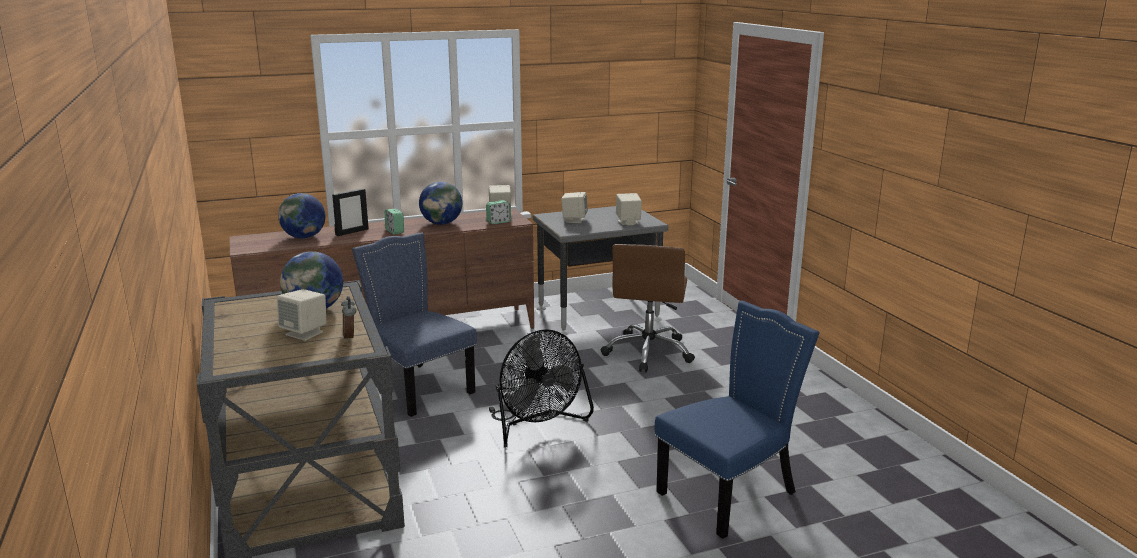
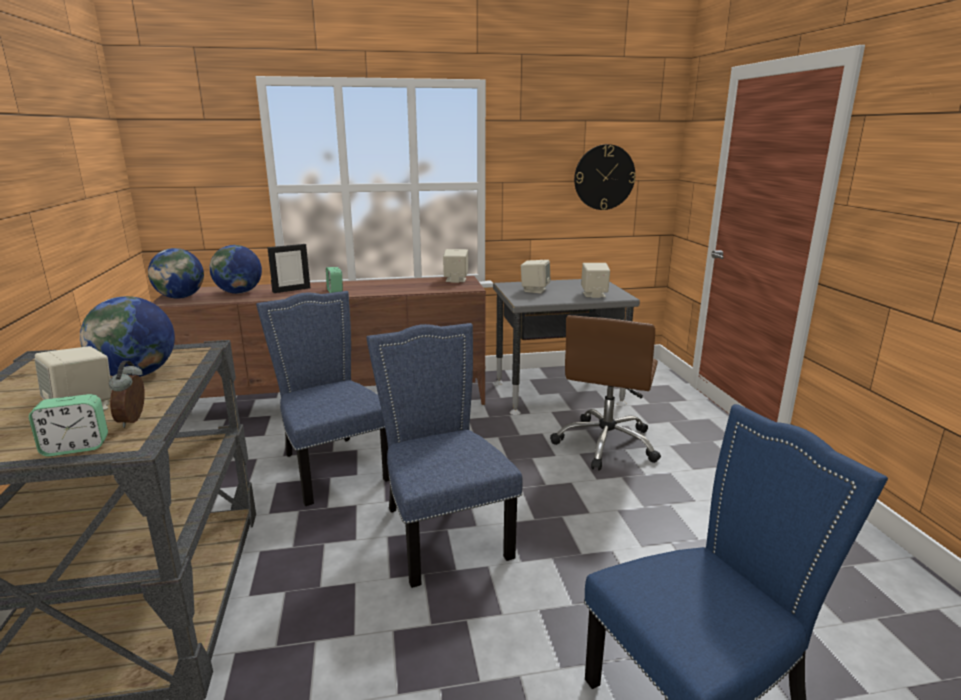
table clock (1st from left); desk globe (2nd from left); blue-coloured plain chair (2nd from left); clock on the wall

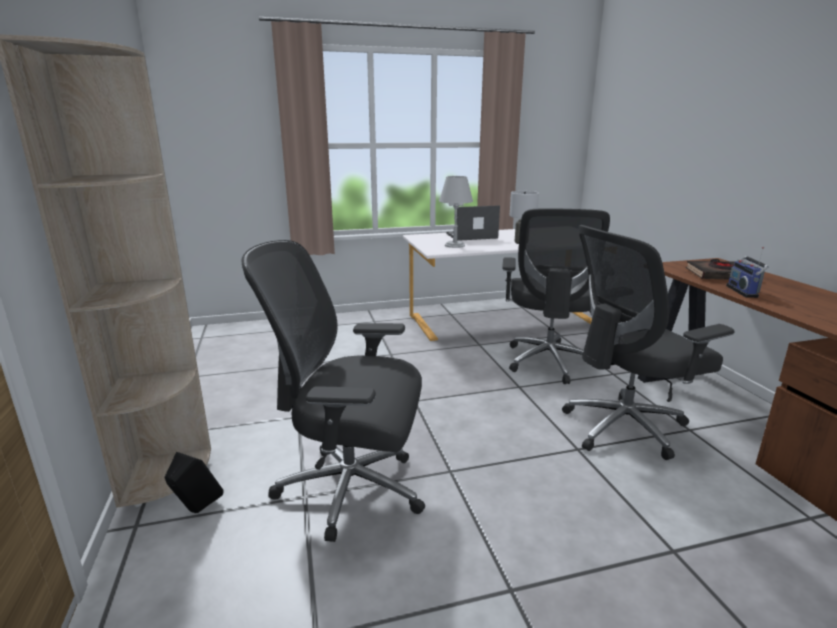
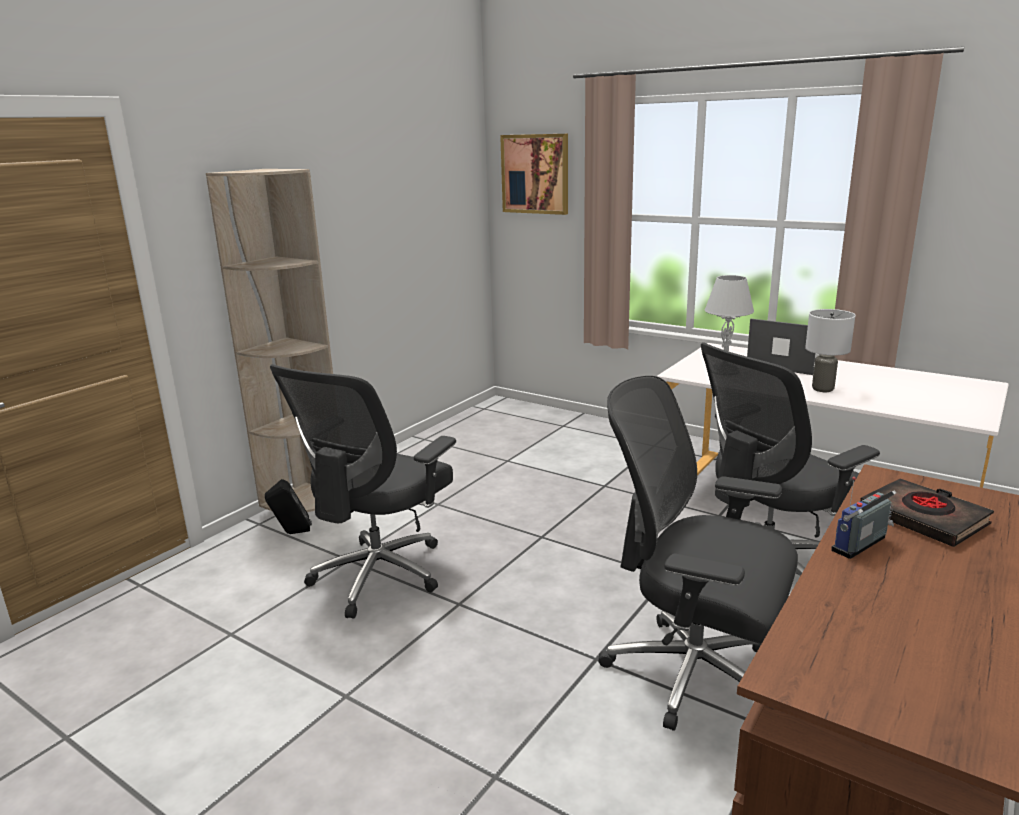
office chair (1st from left); picture

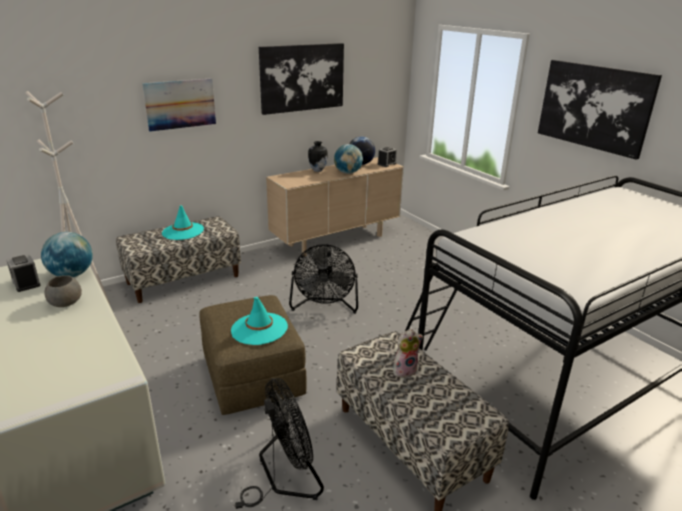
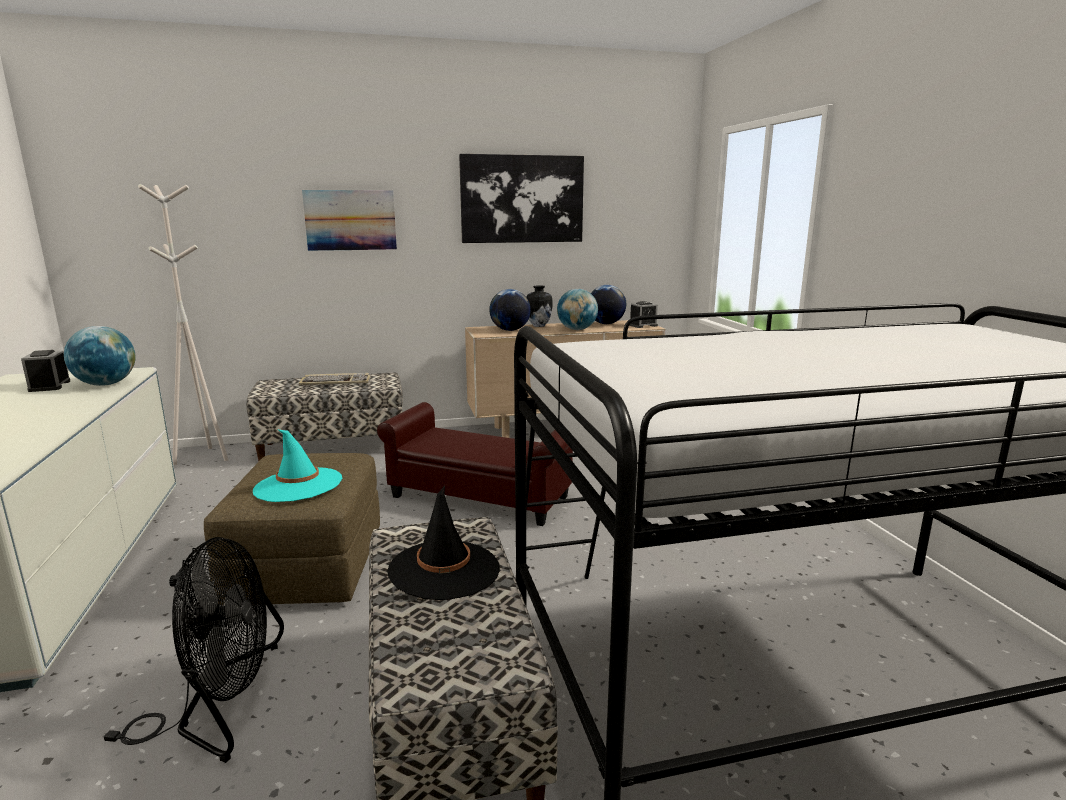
keyboard; brownish ottoman (2nd from left); blackish clothing hat; desk globe (2nd from left); gray bowl; picture (3rd from left in the first image)

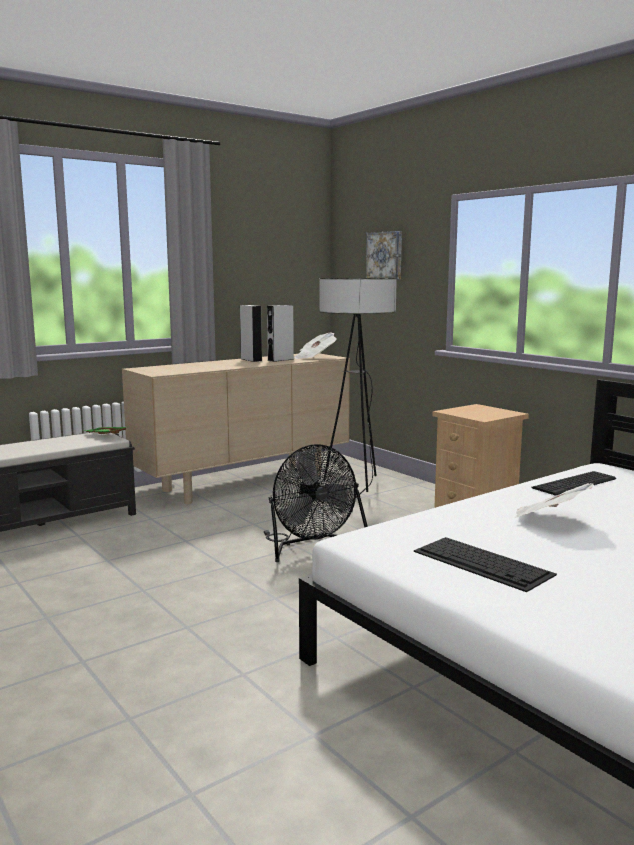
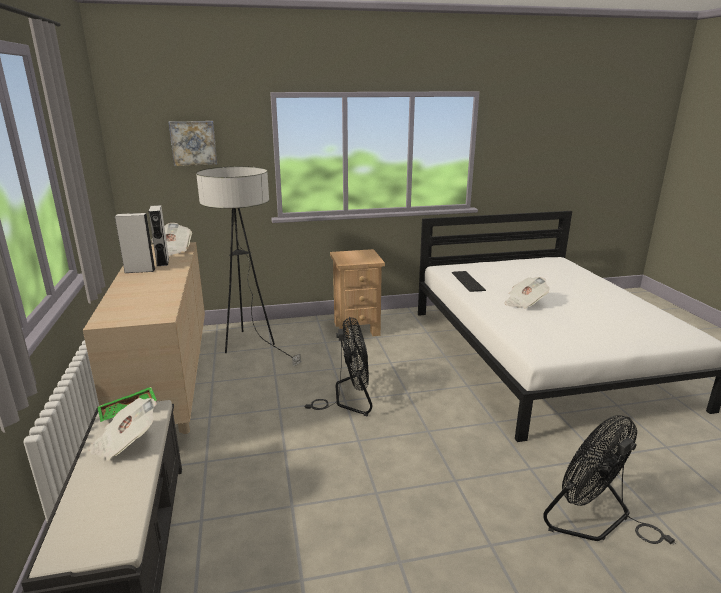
newspaper (1st from left); blackish electric fan (2nd from left); keyboard (1st from left in the first image)

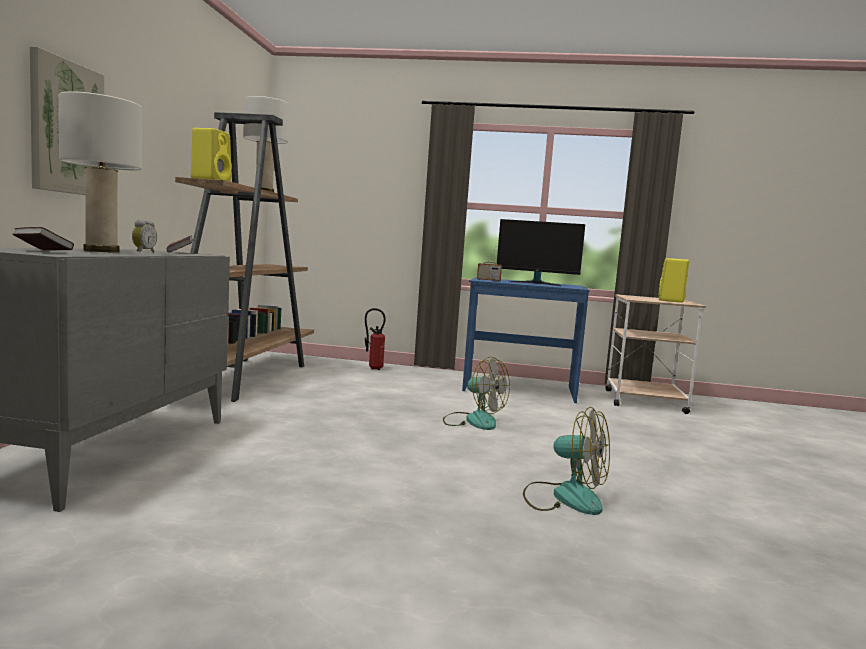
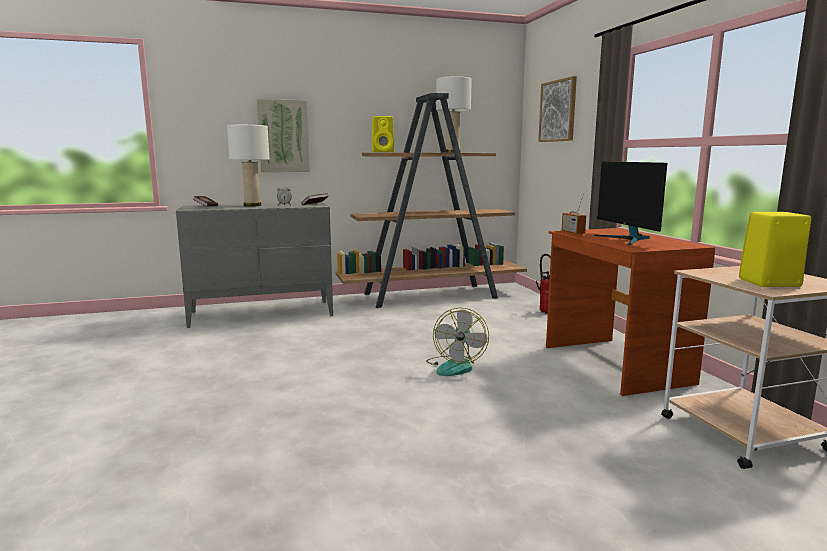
picture (2nd from left); brownish desk table; electric fan (2nd from left in the first image)

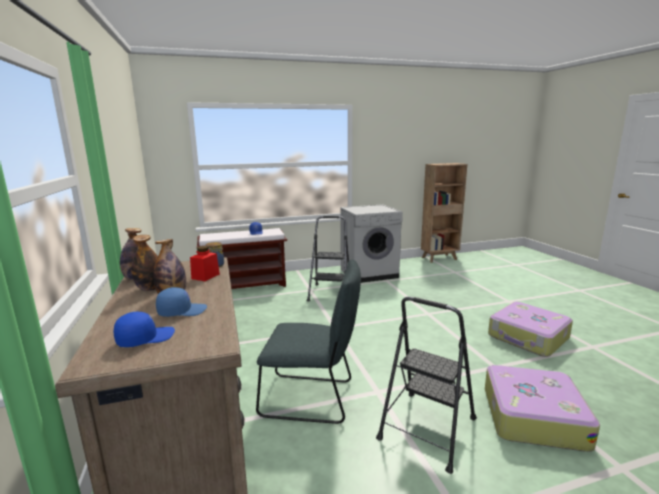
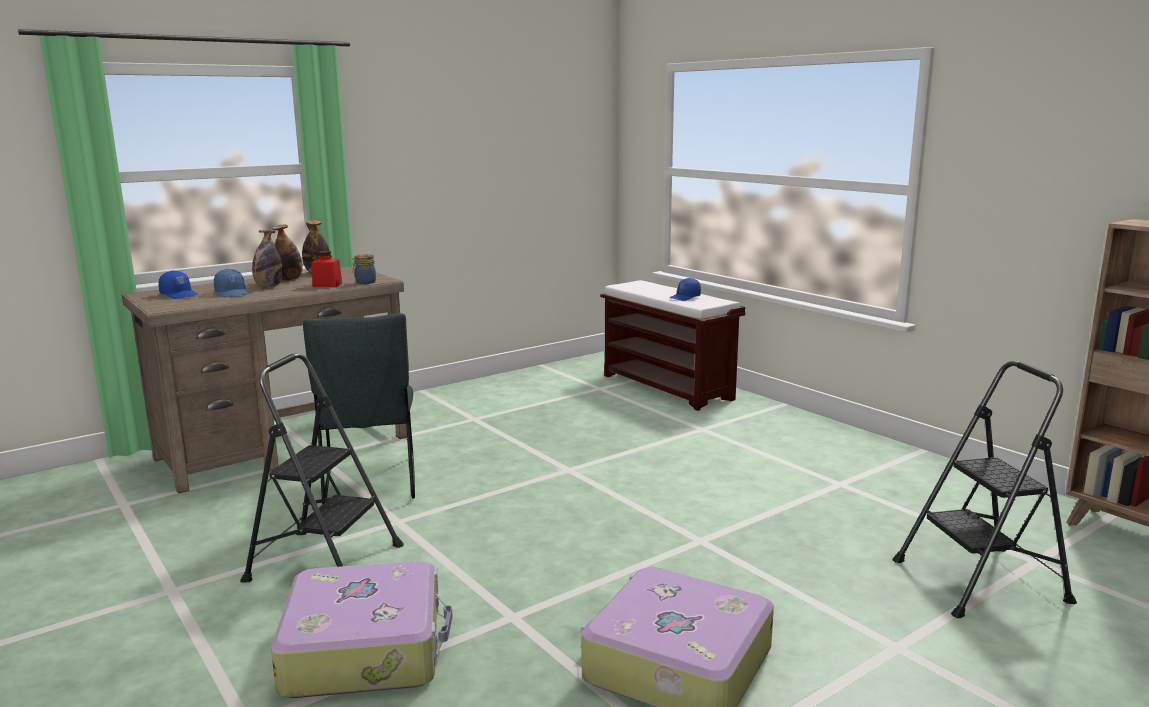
blackish step ladder (2nd from left); whitish laundry machine

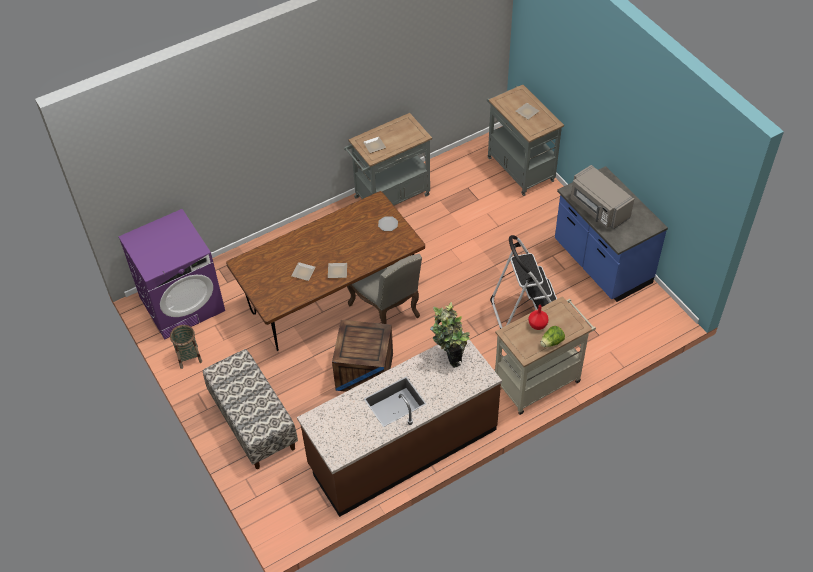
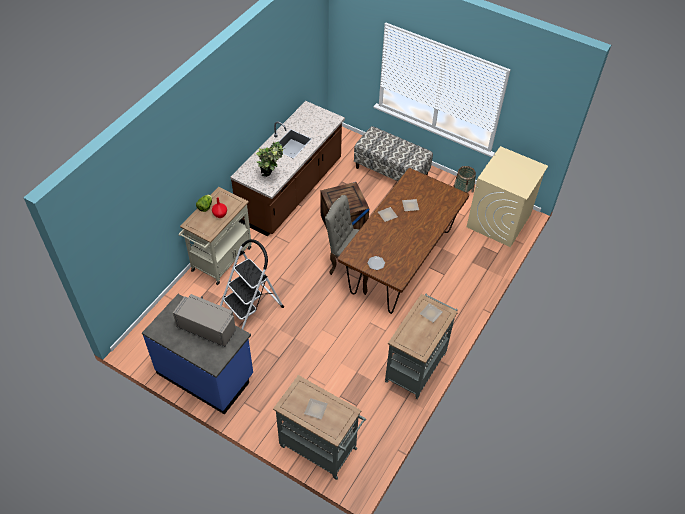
sand-coloured laundry machine

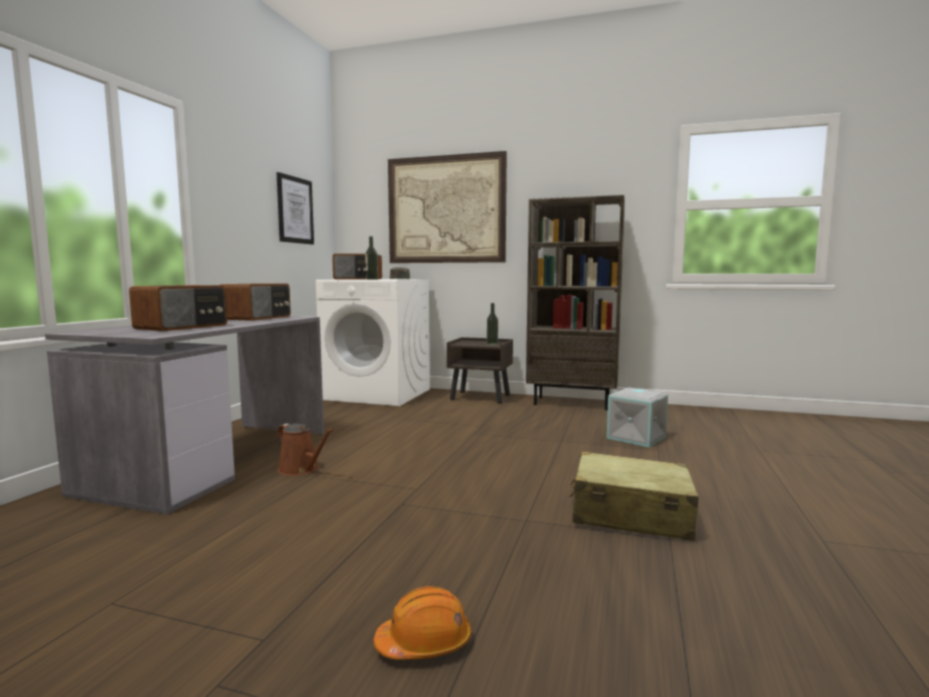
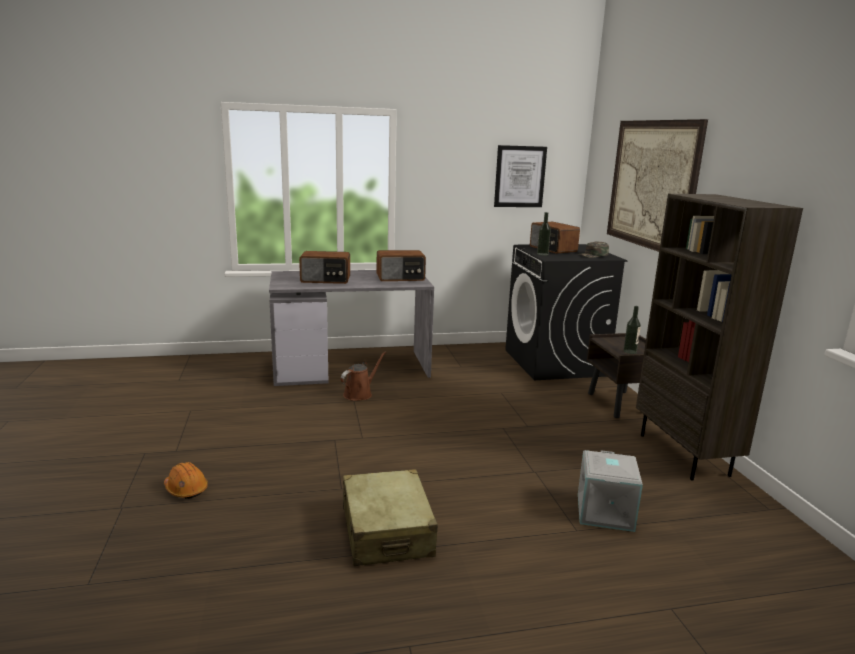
brownish watering pot; blackish laundry machine

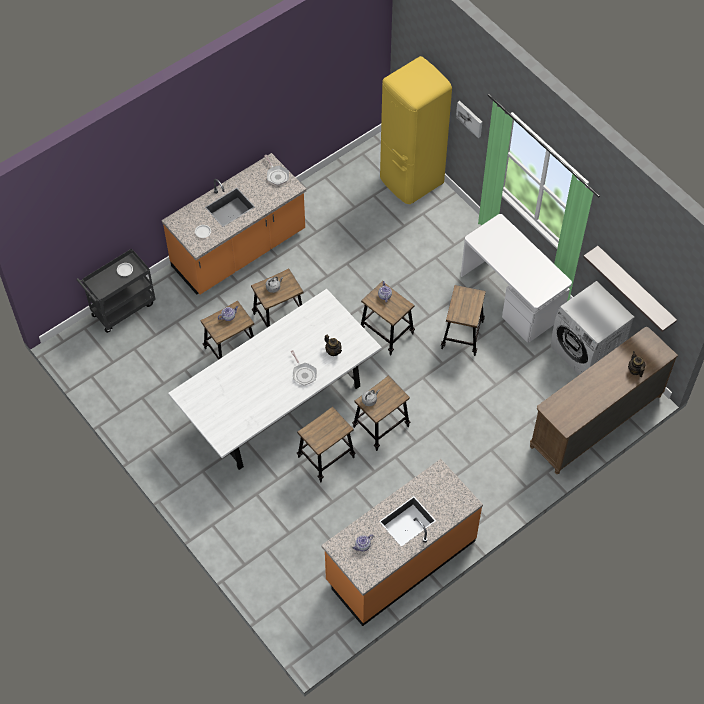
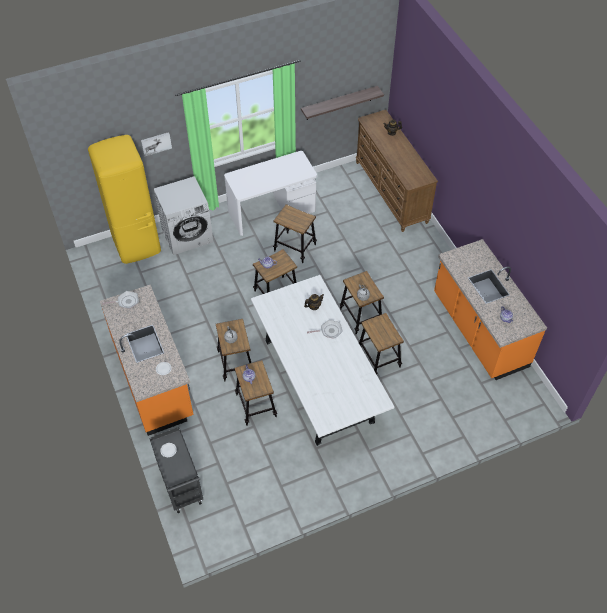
whitish laundry machine

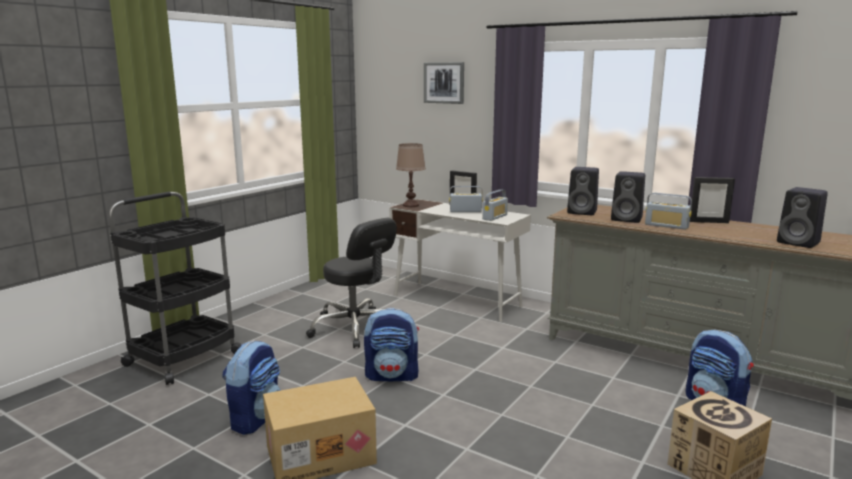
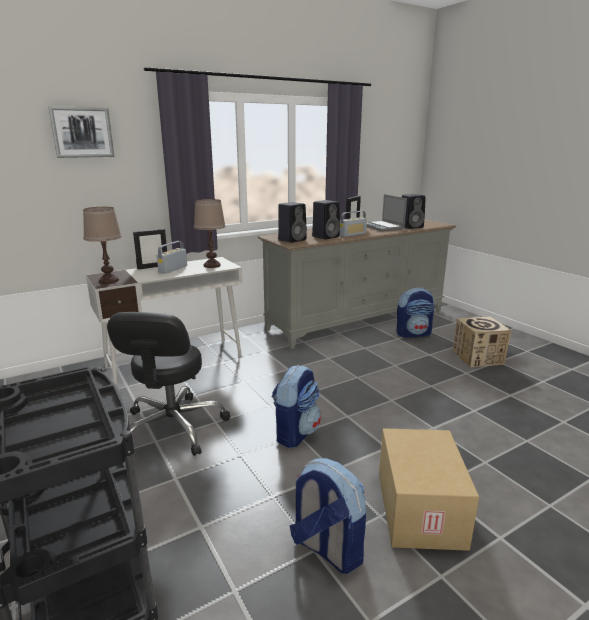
blackish office chair; brownish tabletop lamp (2nd from left); notebook computer

